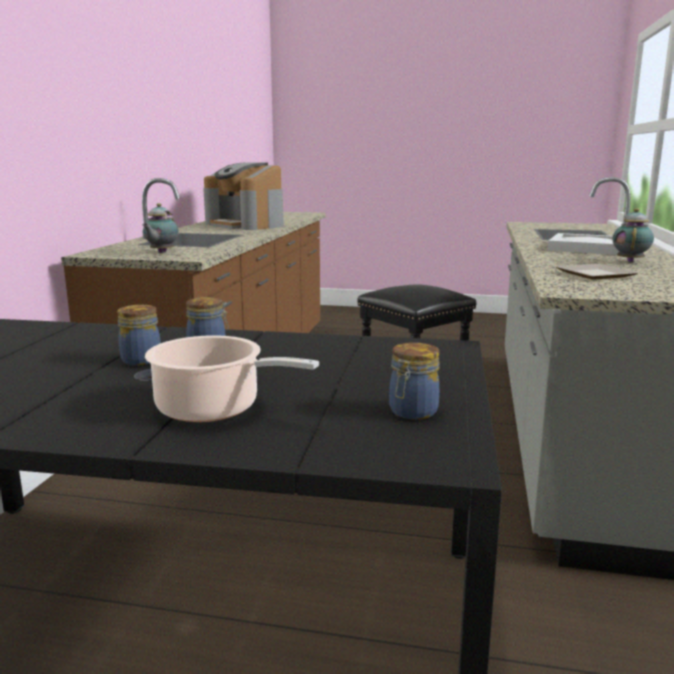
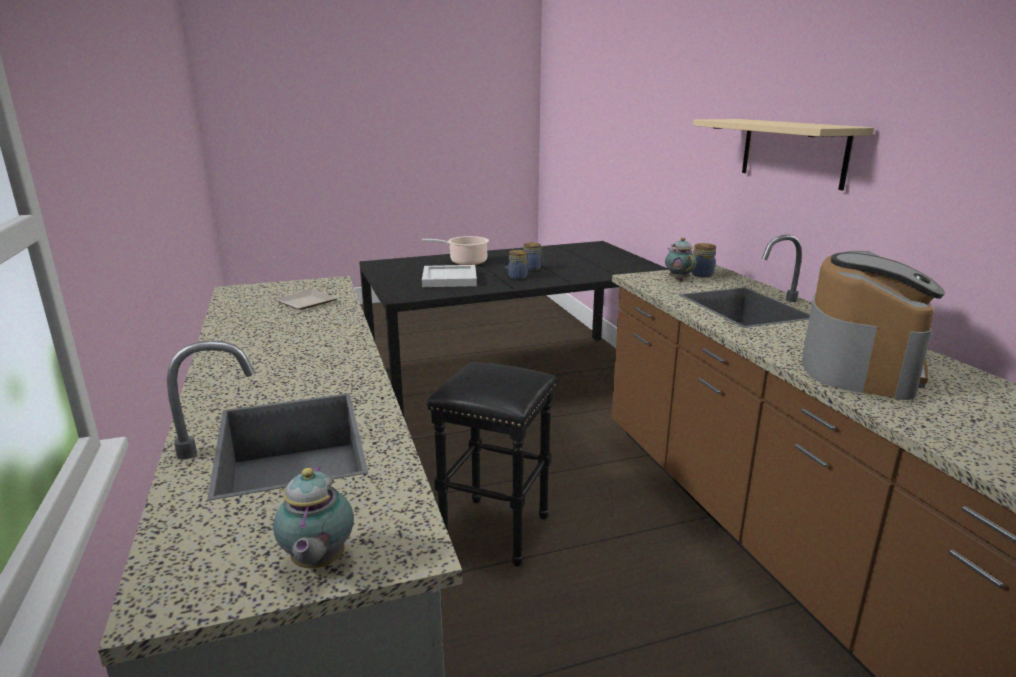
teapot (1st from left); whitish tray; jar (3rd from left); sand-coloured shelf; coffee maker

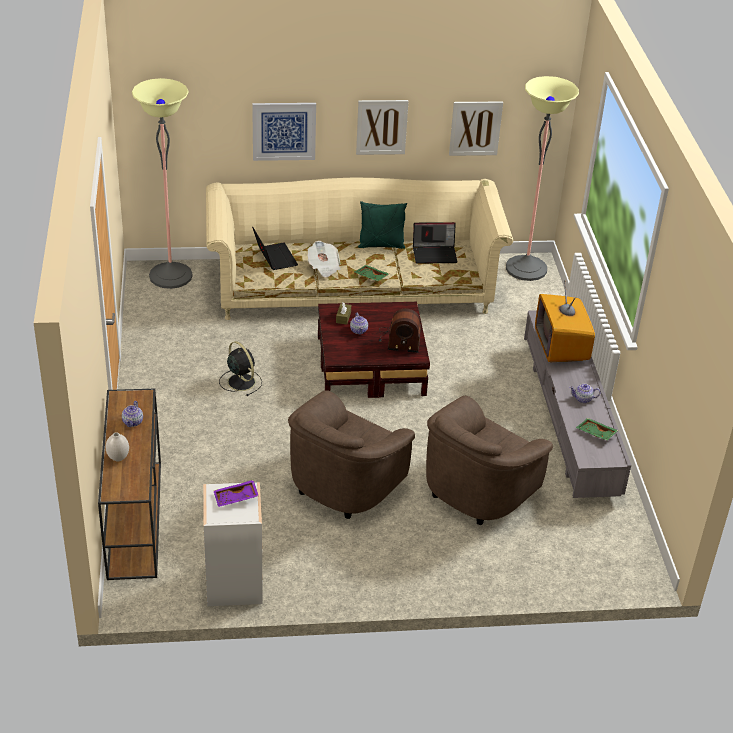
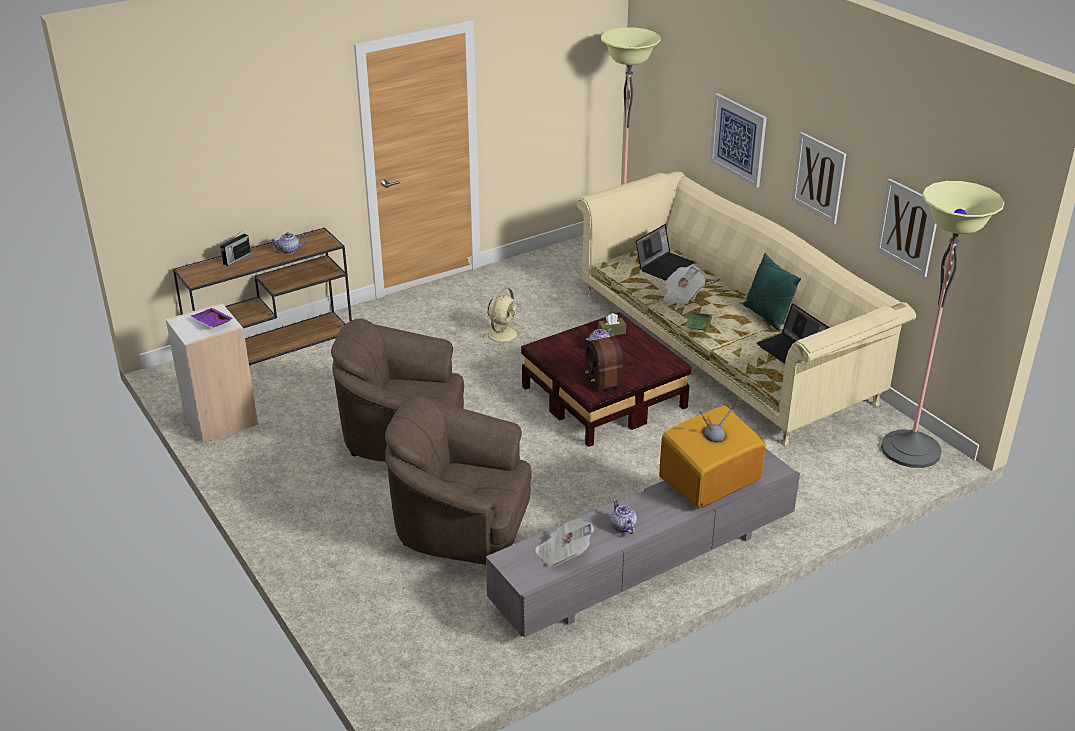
radio set (1st from left); sand-coloured electric fan; newspaper (1st from left)

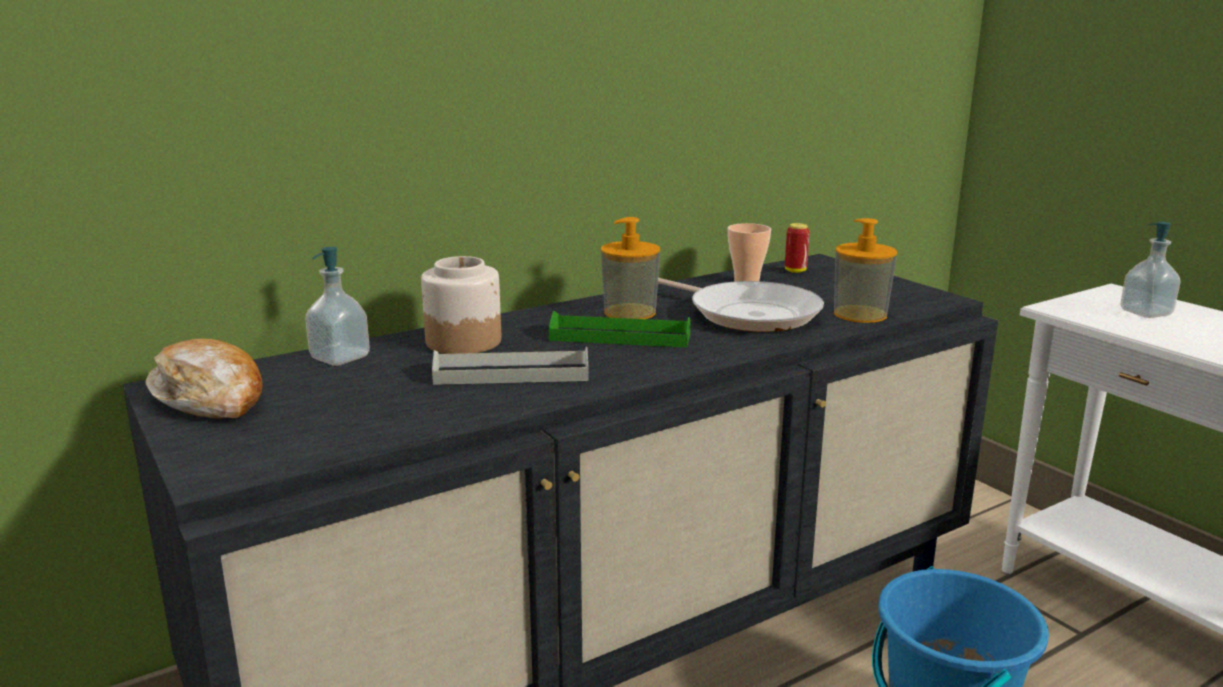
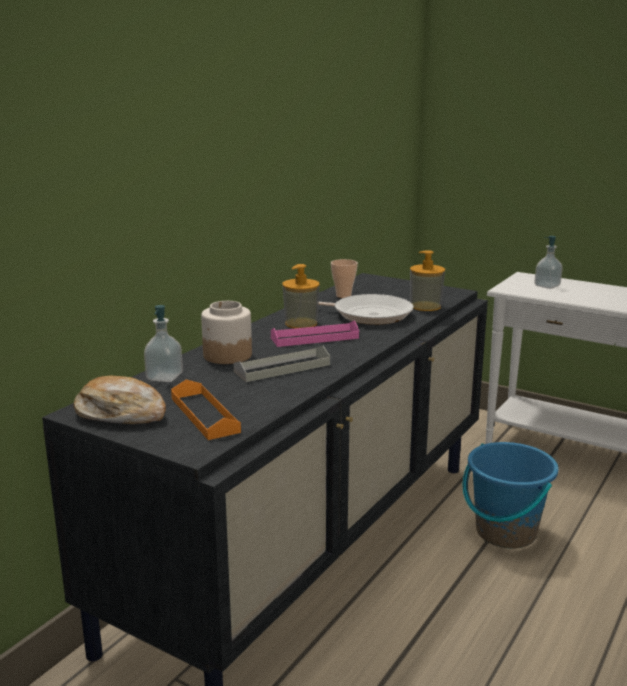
orangey tray; pink tray; sealed can

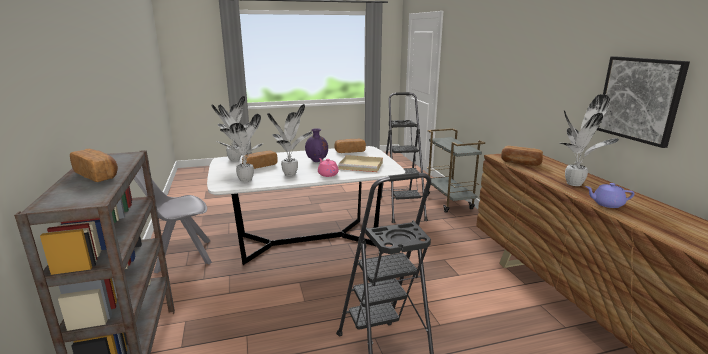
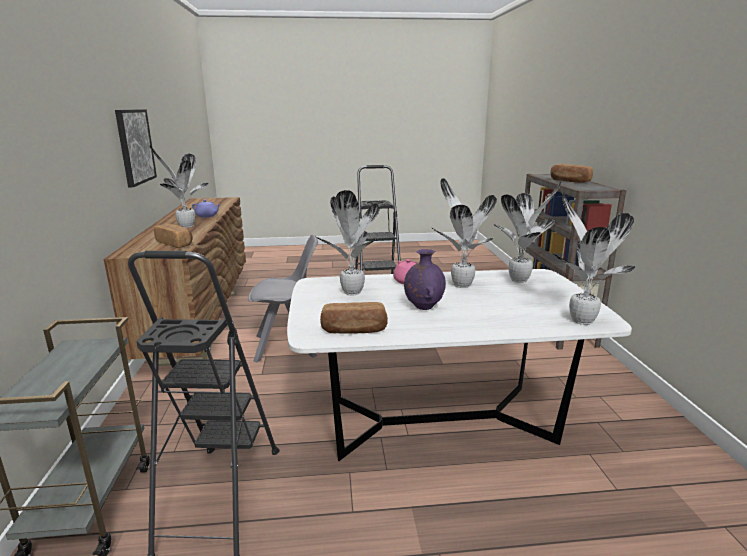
gray plain chair; plant in a pot (2nd from left); bread (2nd from left in the first image)

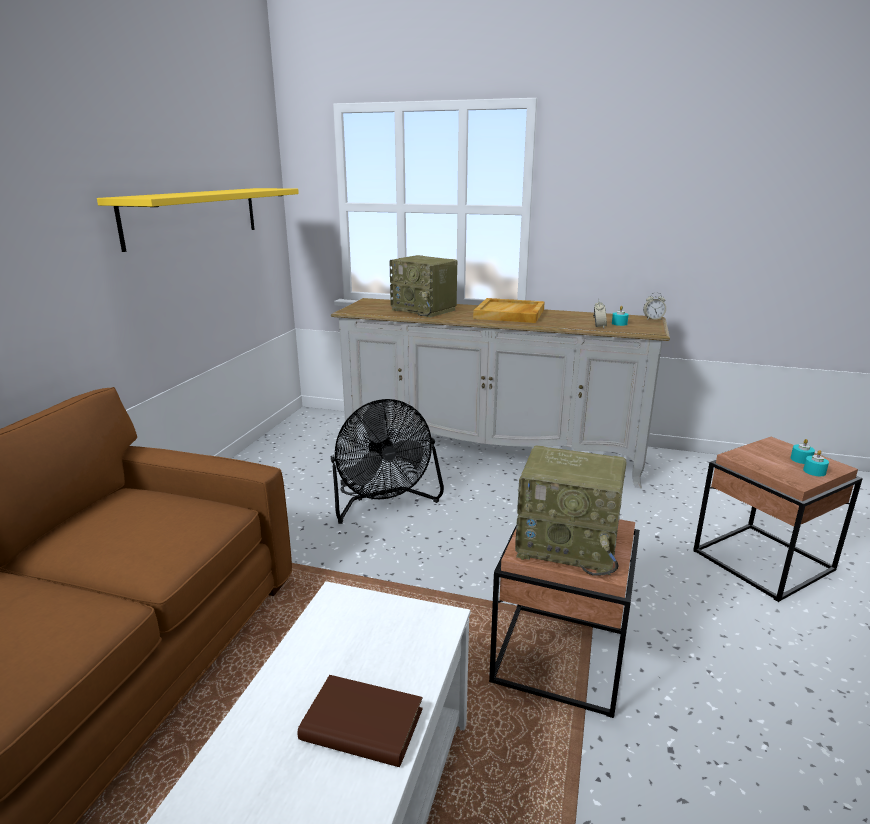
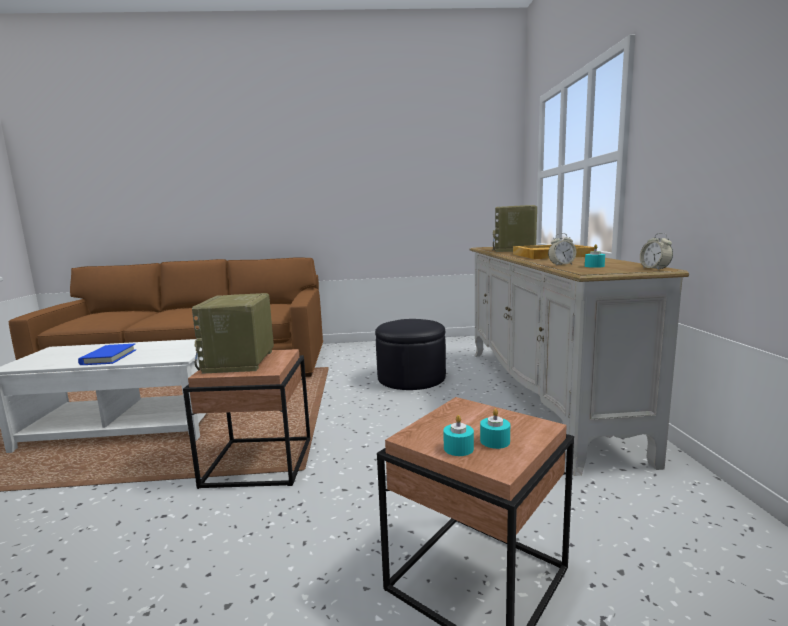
blue-coloured book; blackish ottoman; yellow shelf

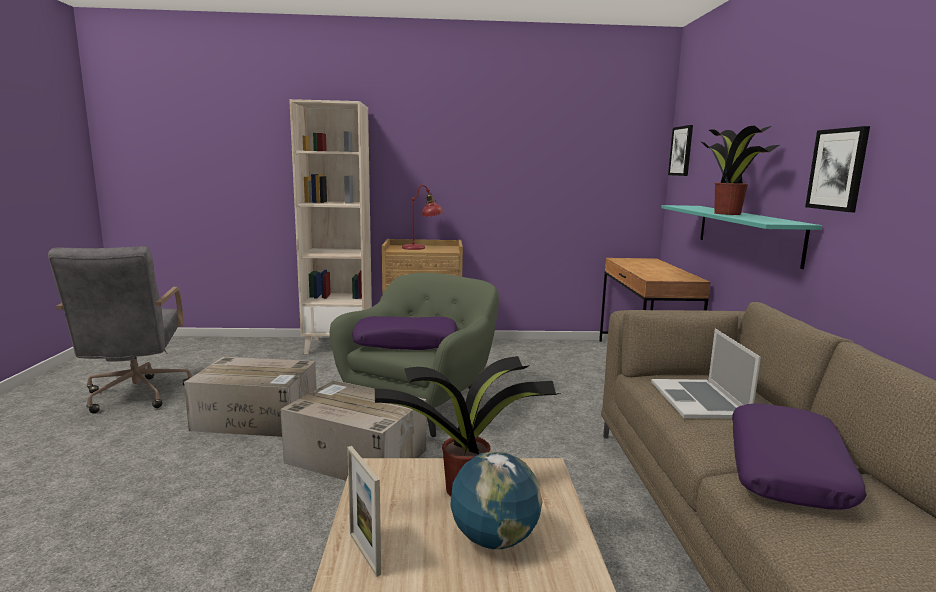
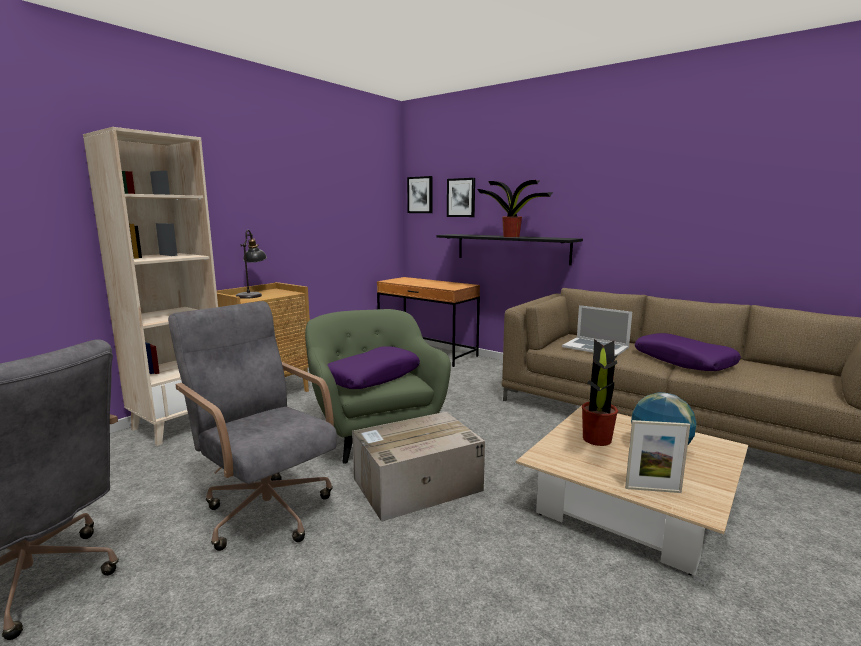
gray office chair (2nd from left); gray tabletop lamp; blackish shelf; picture (2nd from left)

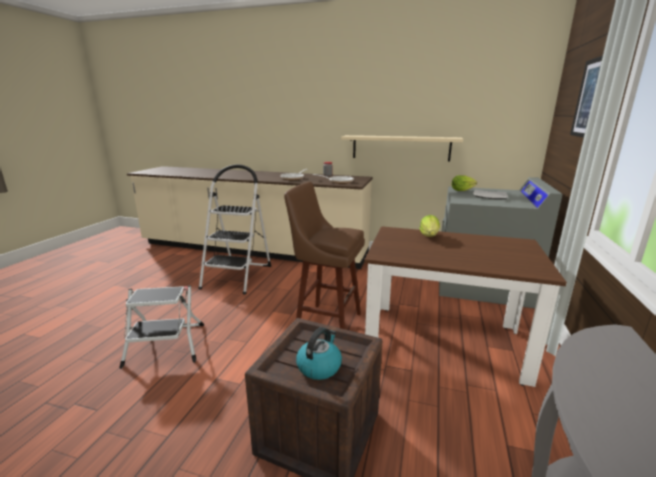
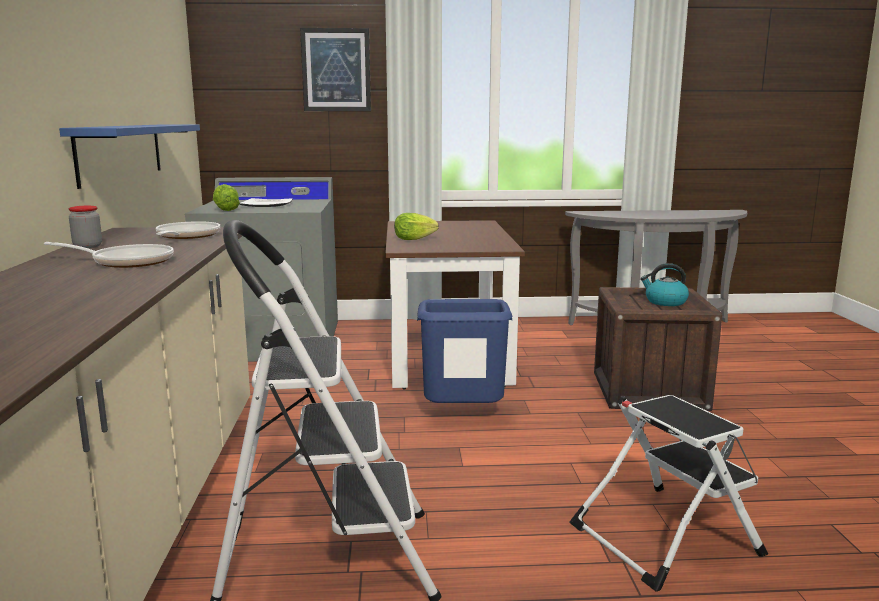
blue-coloured shelf; blue-coloured waste bin

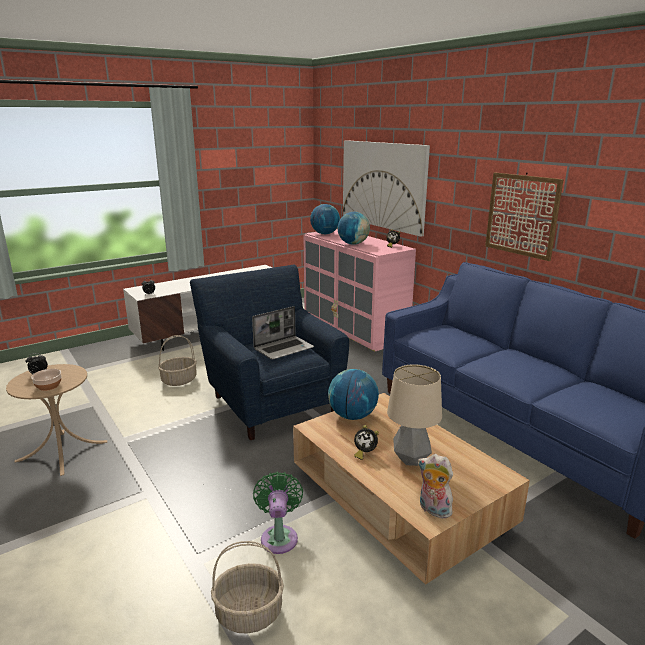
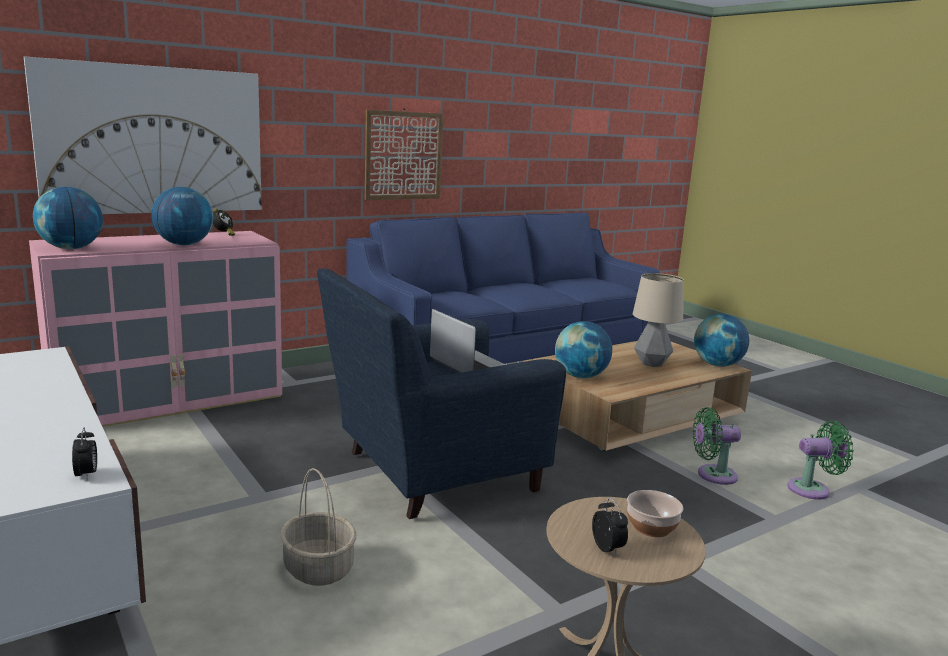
desk globe (4th from left); green-coloured electric fan (2nd from left); table clock (3rd from left in the first image)

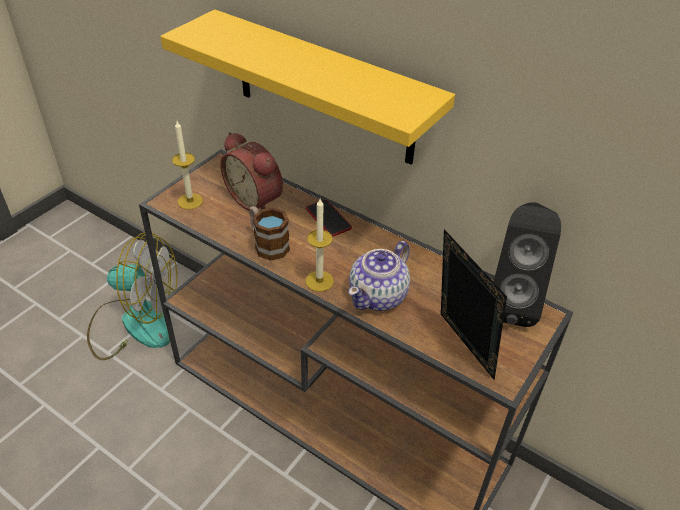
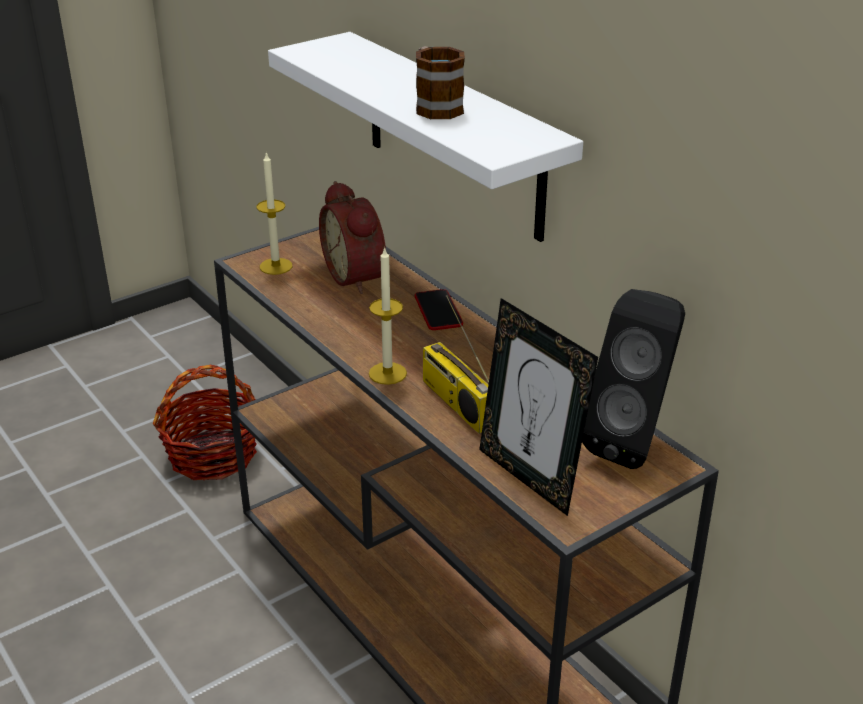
household basket; whitish shelf; coffee mug; radio set; picture frame

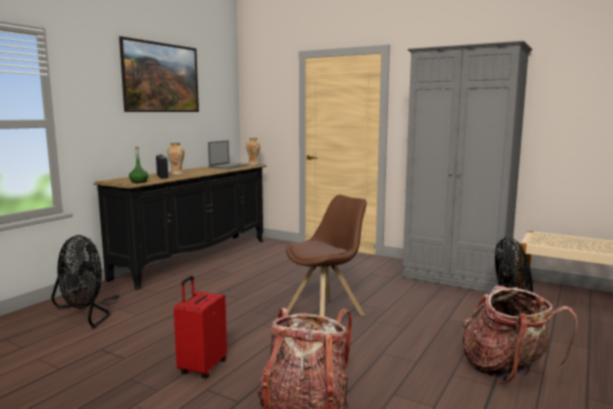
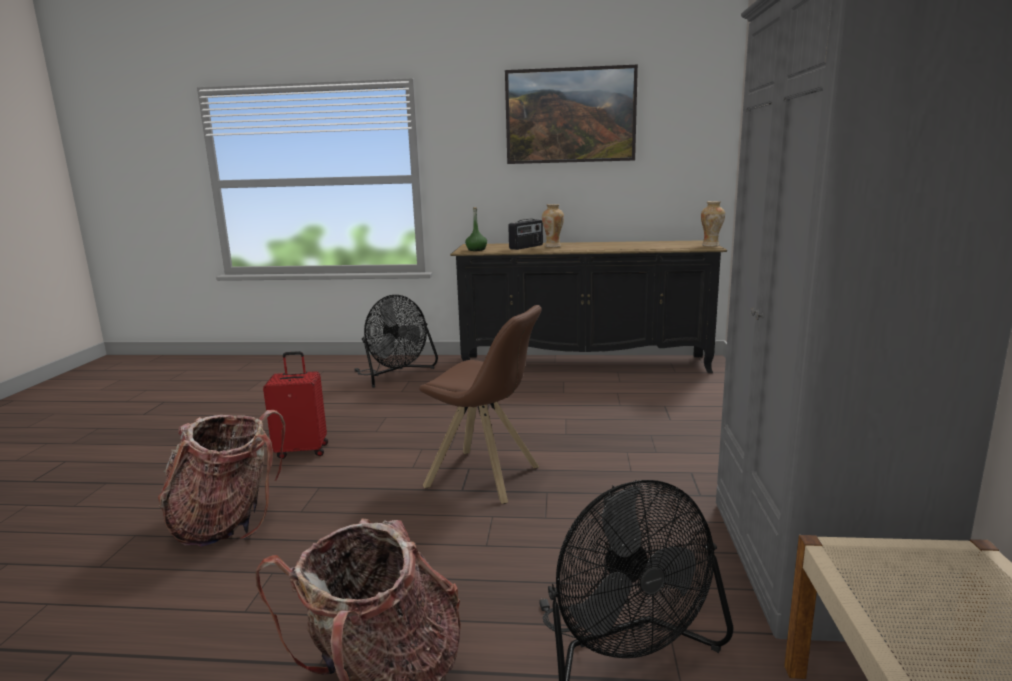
blackish electric fan (1st from left); notebook computer

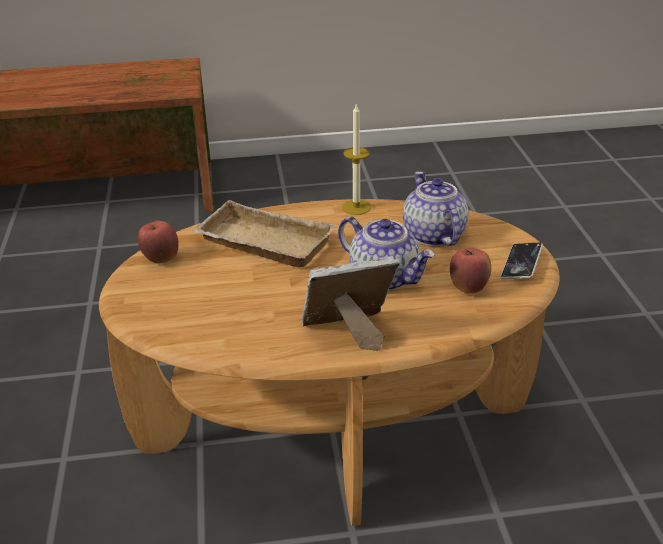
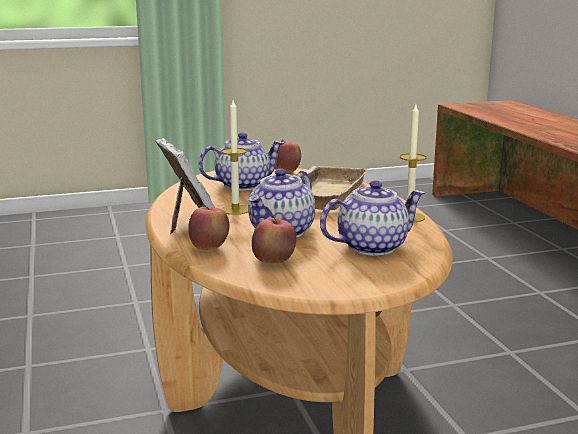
whole apple (1st from left); teapot (1st from left); wax light (1st from left); phone

